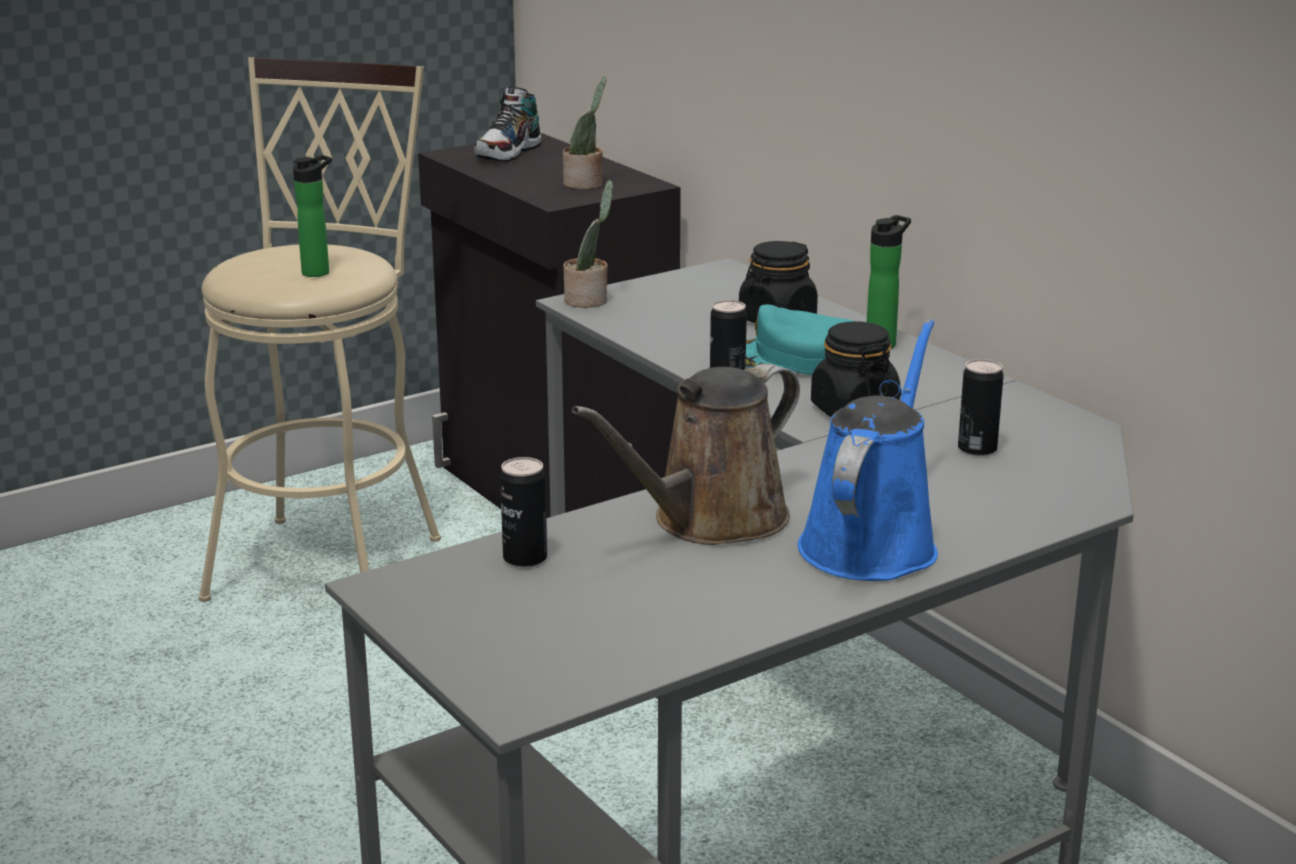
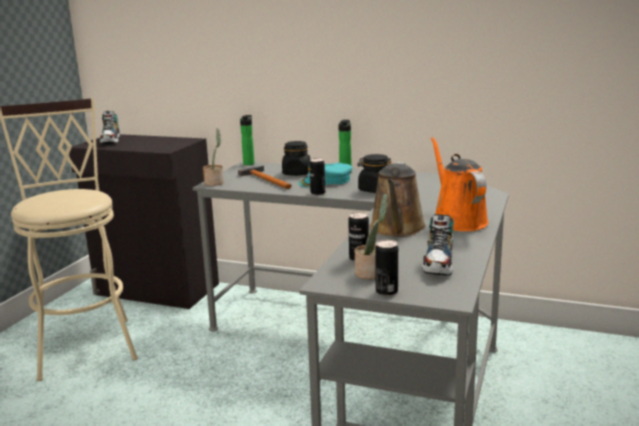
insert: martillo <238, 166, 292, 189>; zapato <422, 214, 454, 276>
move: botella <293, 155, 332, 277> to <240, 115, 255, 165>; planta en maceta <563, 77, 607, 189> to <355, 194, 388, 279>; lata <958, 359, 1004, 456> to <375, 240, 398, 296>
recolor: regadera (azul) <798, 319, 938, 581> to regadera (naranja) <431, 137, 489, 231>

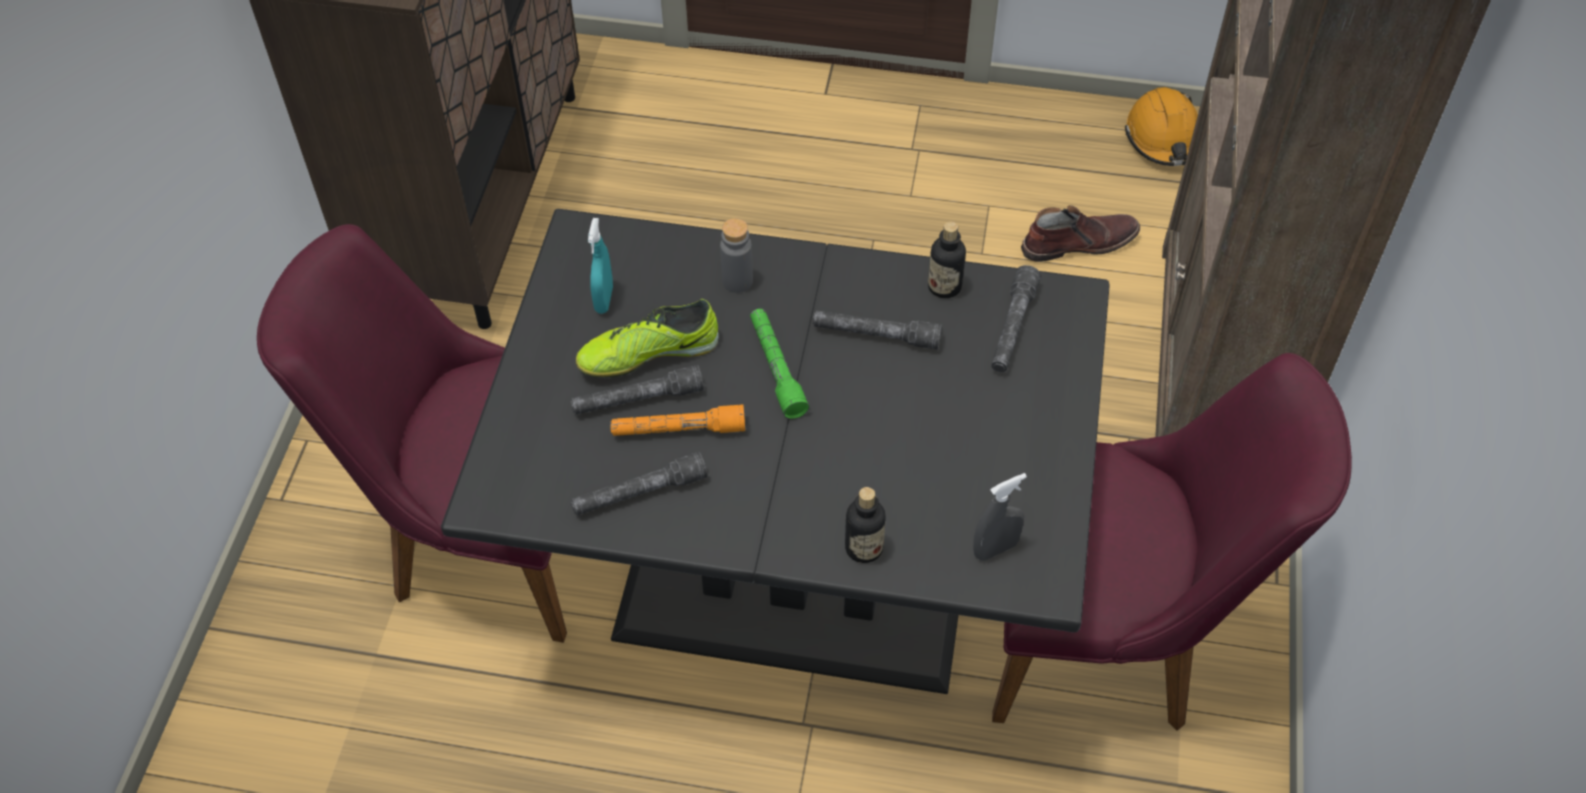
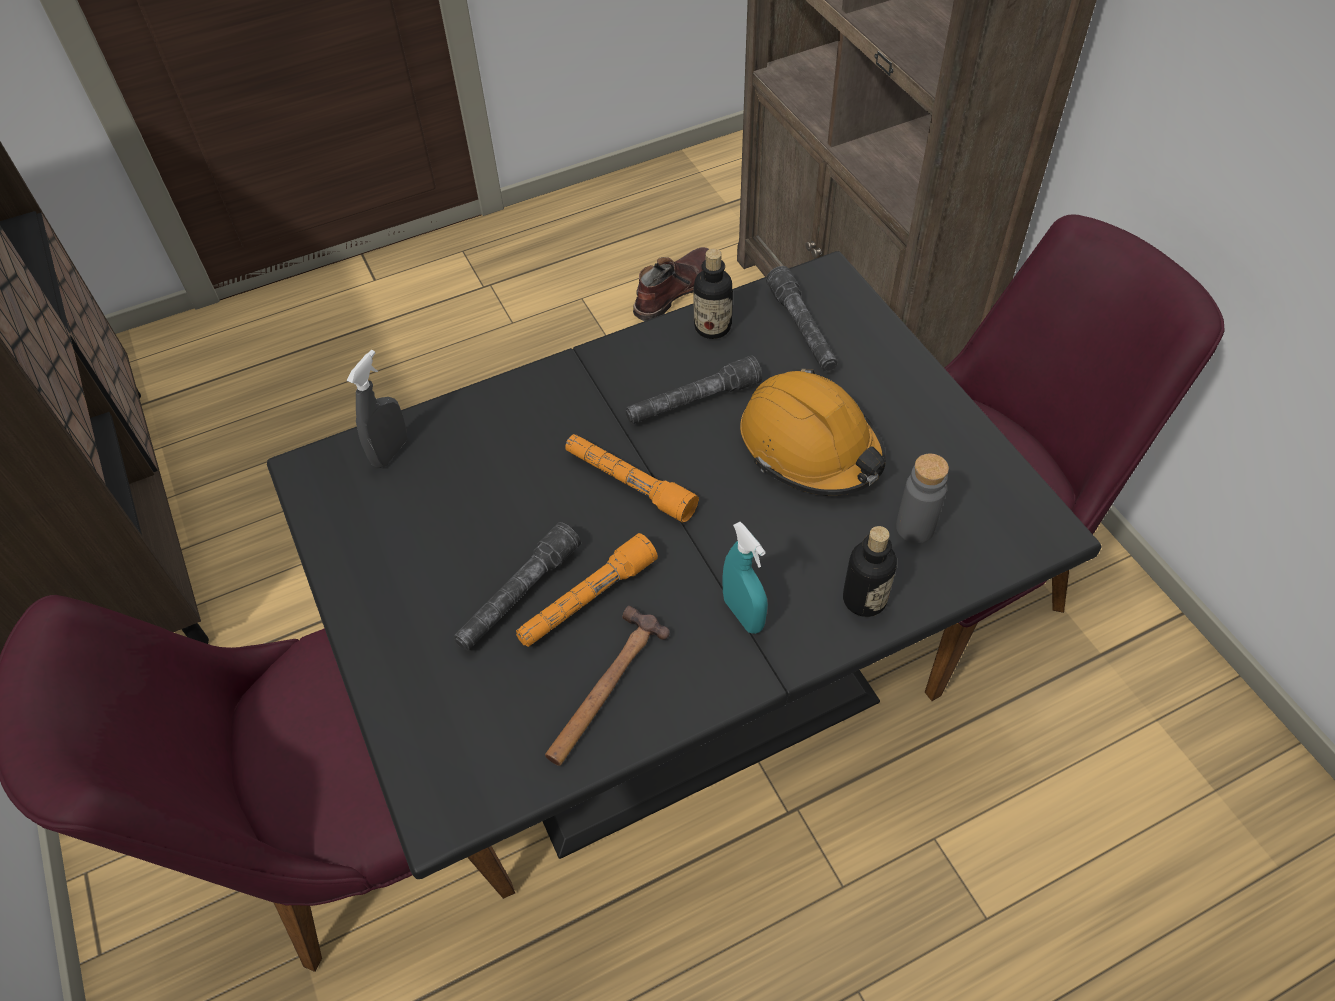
delete: zapato <576, 299, 719, 378>
move: pulverizador (turquesa) <588, 218, 613, 314> to <722, 522, 768, 634>; botella (gris) <720, 218, 753, 293> to <896, 454, 949, 543>; pulverizador (gris) <973, 473, 1027, 561> to <347, 350, 407, 468>; casco (naranja) <1125, 87, 1198, 166> to <740, 369, 886, 496>
replace: linterna (gris) <571, 452, 708, 515> to martillo <545, 606, 670, 766>
recolor: linterna (verde) <750, 309, 809, 419> to linterna (naranja) <565, 434, 699, 523>

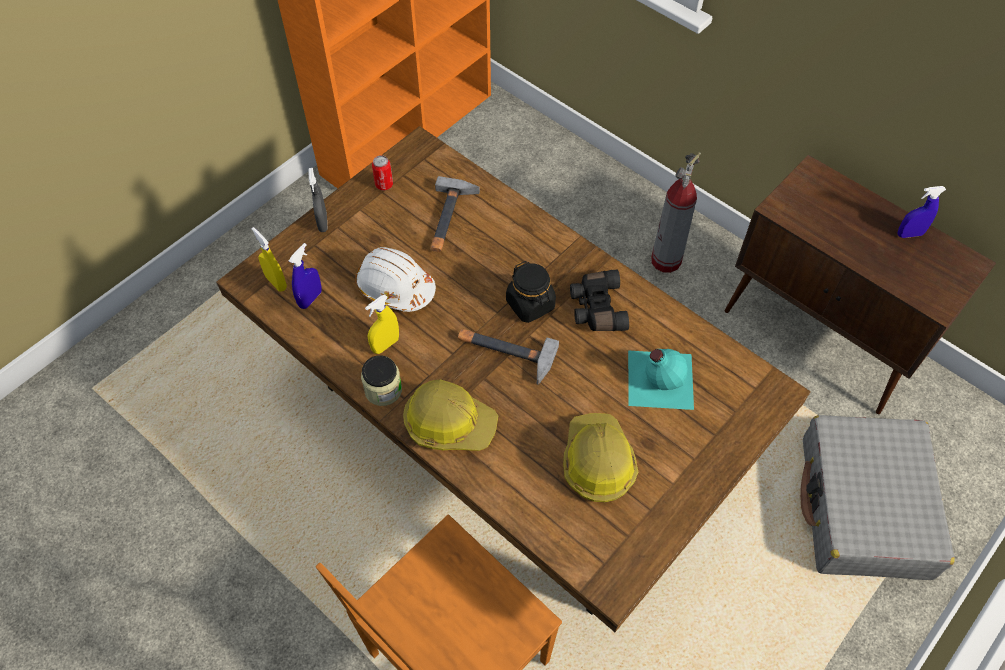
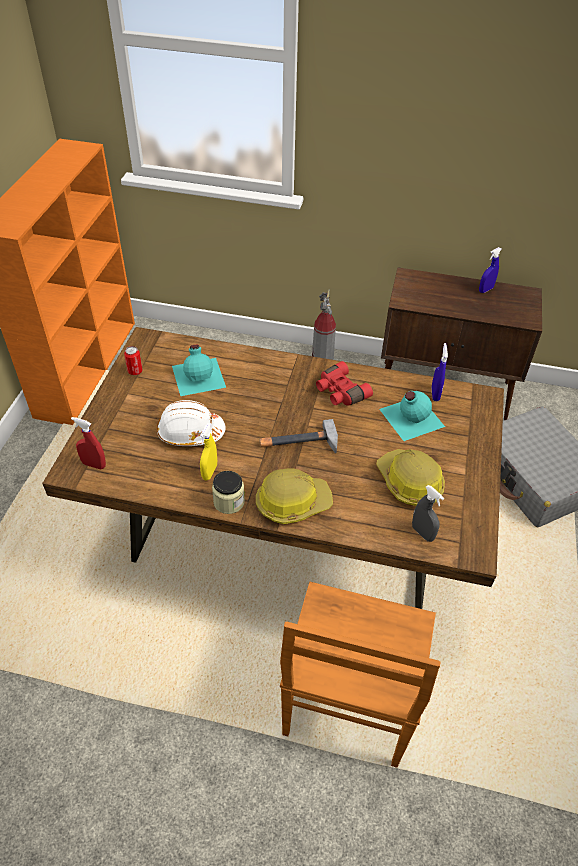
delete: tarro (negro) <506, 261, 556, 323>
move: pulverizador (azul) <289, 243, 322, 309> to <432, 343, 448, 401>; pulverizador (gris) <309, 168, 328, 232> to <412, 485, 444, 542>
replace: martillo <431, 176, 480, 252> to botella (turquesa) <172, 345, 226, 396>
recolor: pulverizador (amarillo) <252, 227, 287, 292> to pulverizador (rojo) <71, 417, 106, 470>; prismáticos (negro) <570, 270, 629, 331> to prismáticos (rojo) <316, 361, 373, 406>

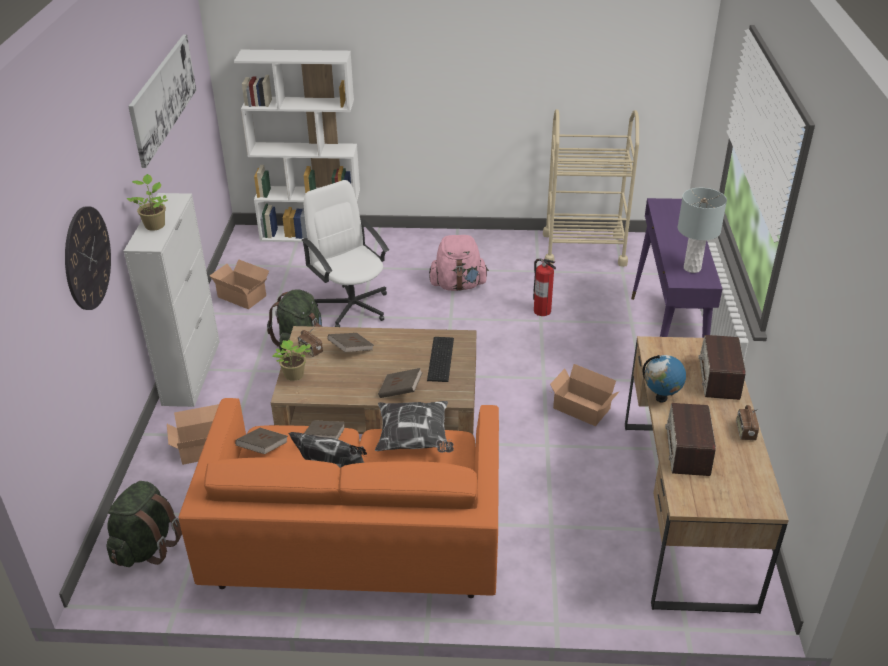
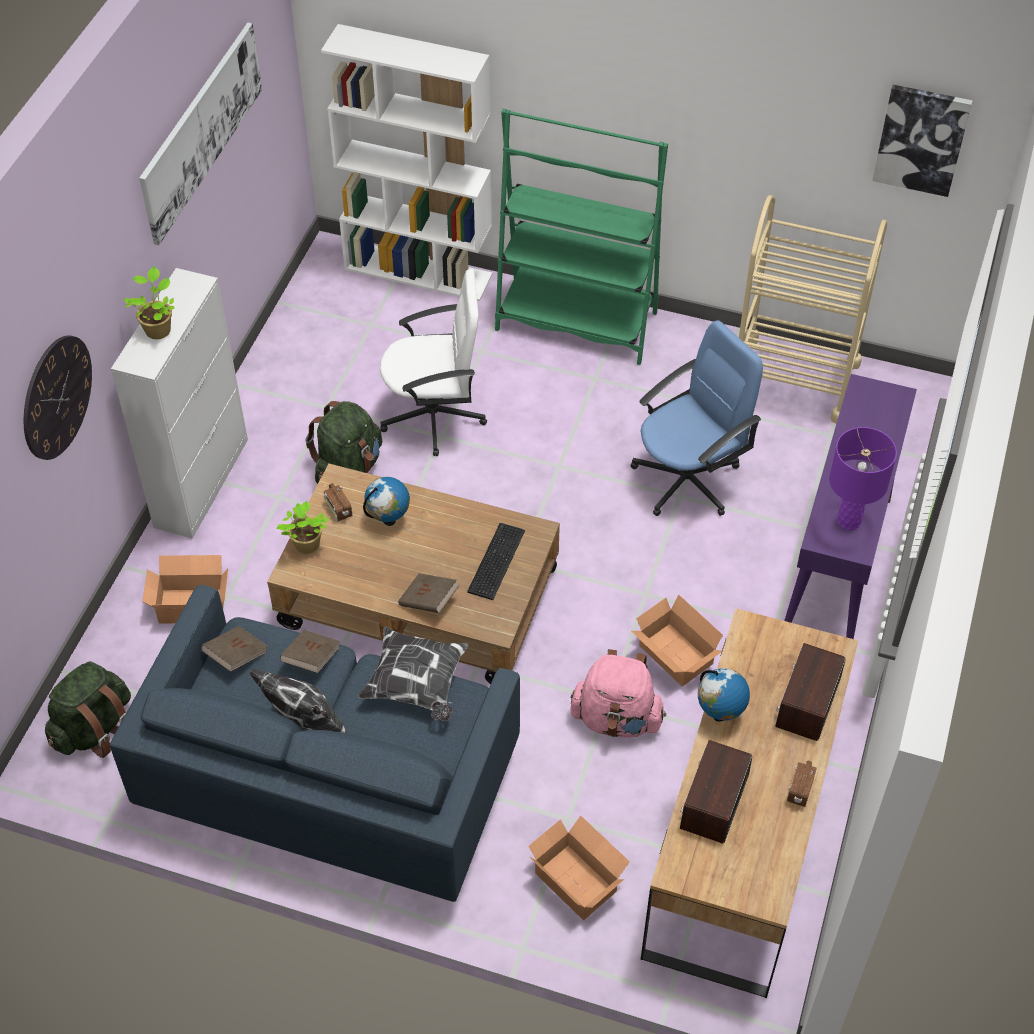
insert: estantería (verde) <495, 108, 668, 365>; cuadro <872, 85, 973, 197>
move: caja de cartón <210, 259, 269, 309> to <529, 815, 630, 920>; mochila (rosa) <429, 235, 489, 291> to <571, 649, 666, 738>
replace: libro (marrón) <327, 333, 373, 352> to globo terráqueo <363, 477, 410, 526>; extintor <533, 258, 556, 316> to silla de oficina (azul) <631, 320, 763, 516>
recolor: sofá (naranja) <179, 398, 499, 598> to sofá (azul) <110, 585, 520, 902>; lámpara de mesa (gris) <678, 188, 727, 273> to lámpara de mesa (morado) <829, 427, 897, 530>
rotate: silla de oficina (blanco) <302, 180, 389, 327> = <380, 269, 487, 456> 105 degrees clockwise

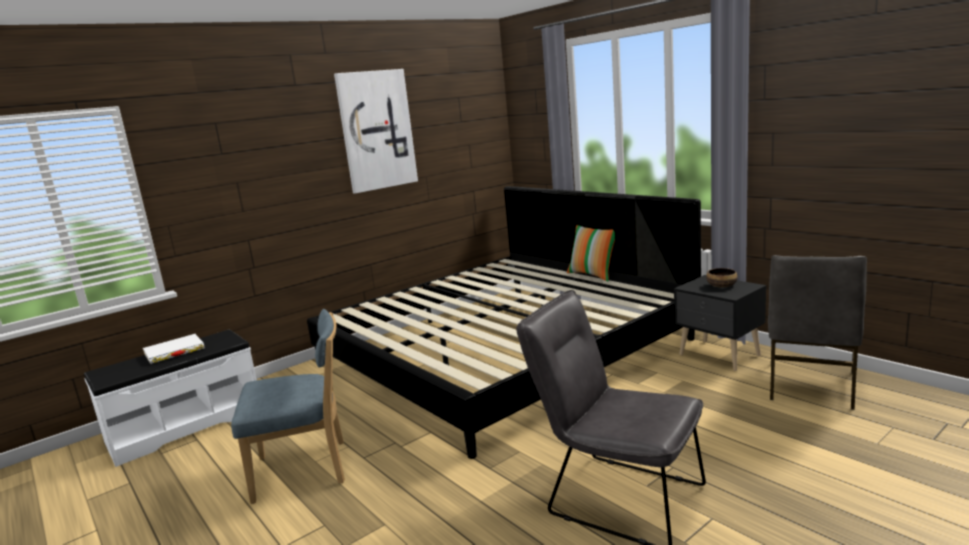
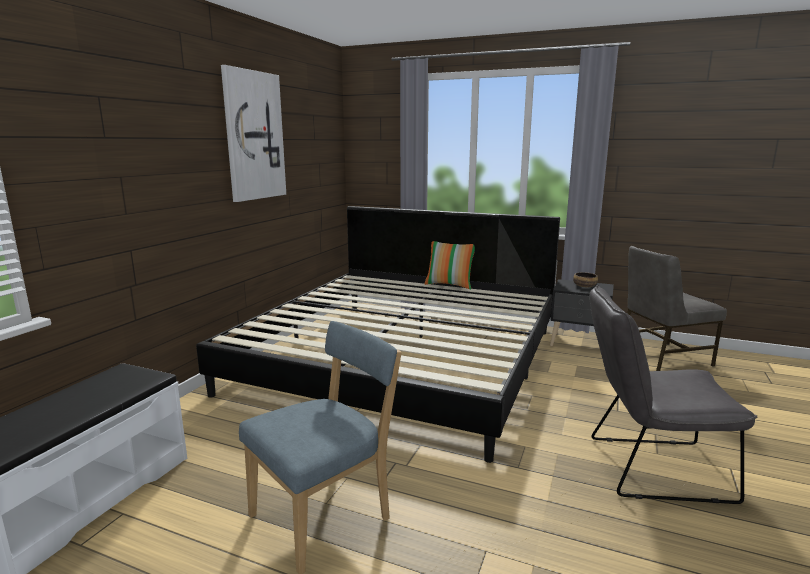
delete: libro (blanco) <143, 334, 205, 364>
rotate: silla (gris) <768, 255, 867, 410> = <627, 246, 727, 371> 75 degrees clockwise

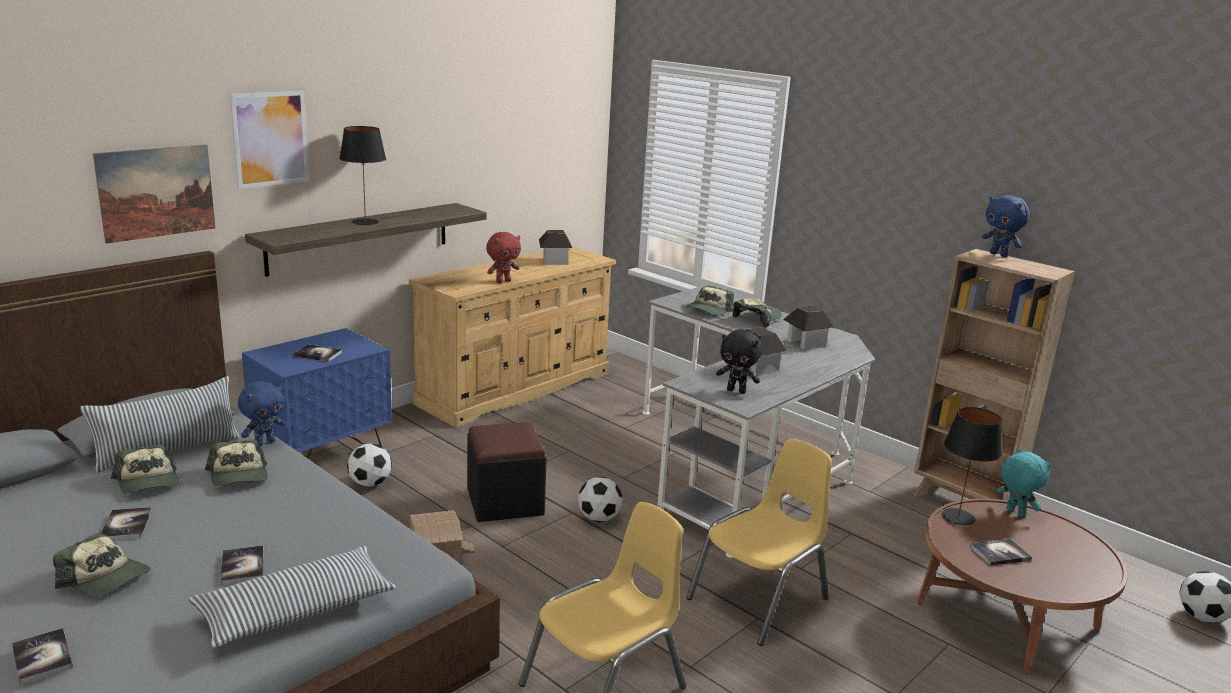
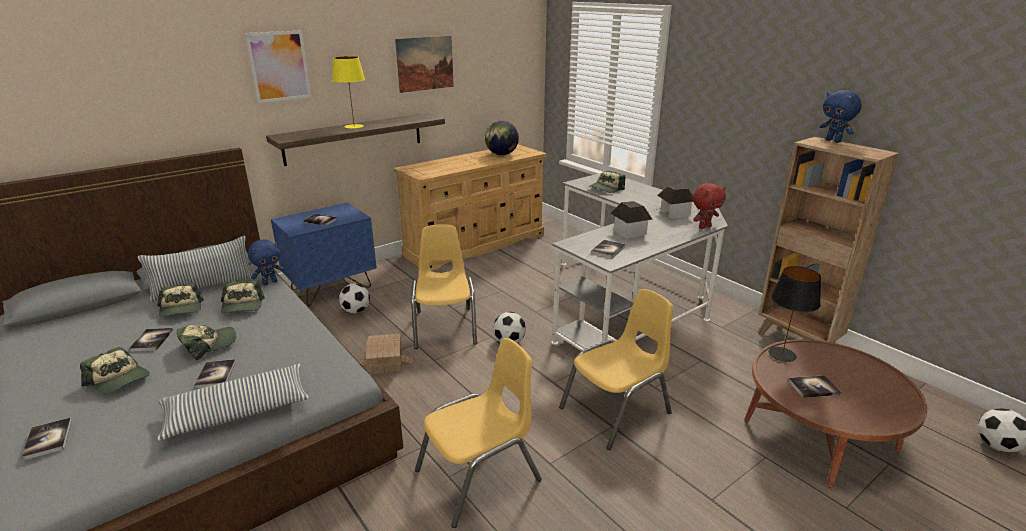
delete: peluche (turquesa) <997, 448, 1051, 517>
move: cuadro <93, 145, 215, 244> to <395, 36, 454, 93>; peluche (rojo) <486, 232, 521, 283> to <693, 183, 726, 229>; gorra <733, 299, 782, 327> to <177, 325, 236, 360>
replace: puf (negro) <467, 422, 547, 522> to silla (amarillo) <411, 224, 477, 349>; casita <539, 230, 572, 265> to globo terráqueo <485, 121, 519, 155>; peluche (negro) <716, 329, 762, 393> to libro <591, 240, 625, 259>
recolor: lámpara de mesa (negro) <339, 126, 386, 225> to lámpara de mesa (amarillo) <332, 56, 365, 129>

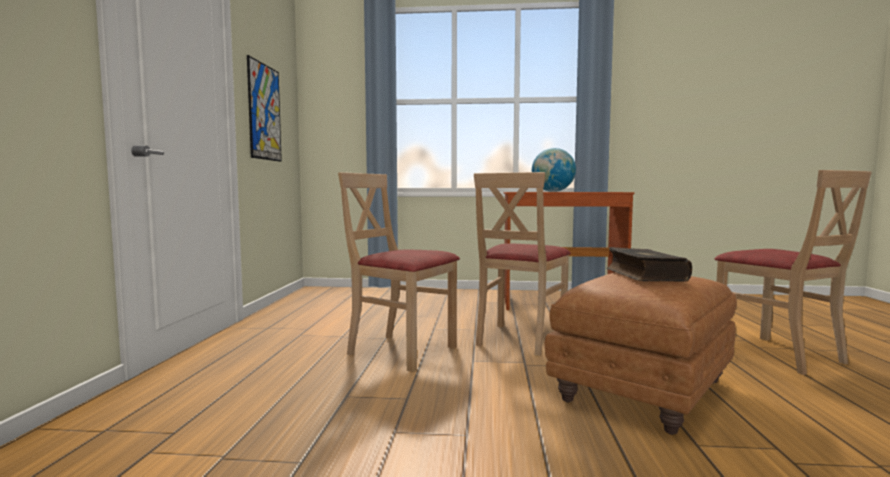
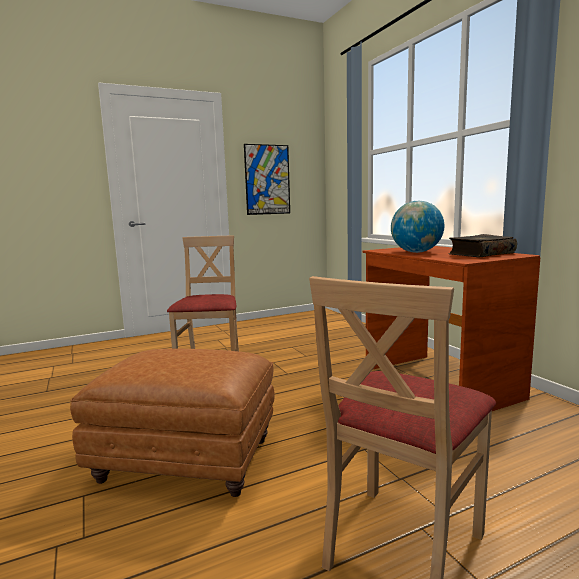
delete: silla (beis) <474, 172, 571, 356>
move: libro <607, 247, 692, 282> to <448, 234, 517, 258>

